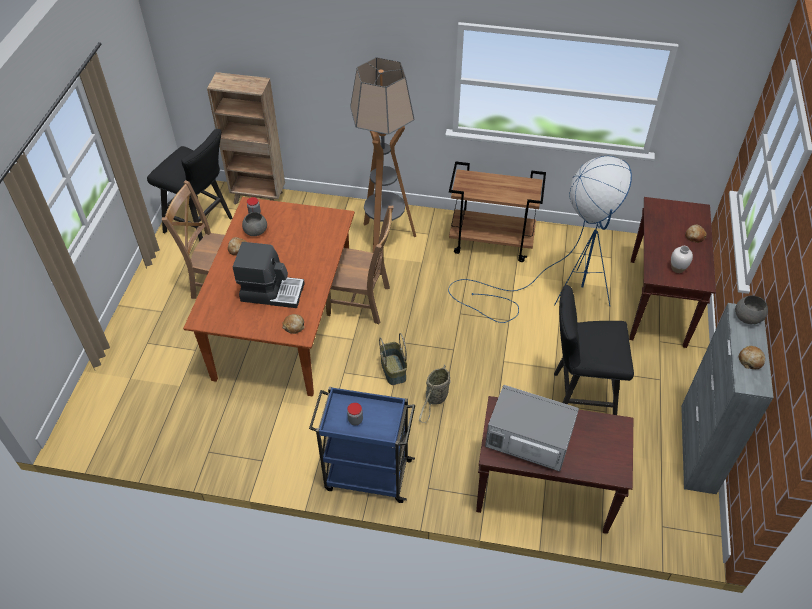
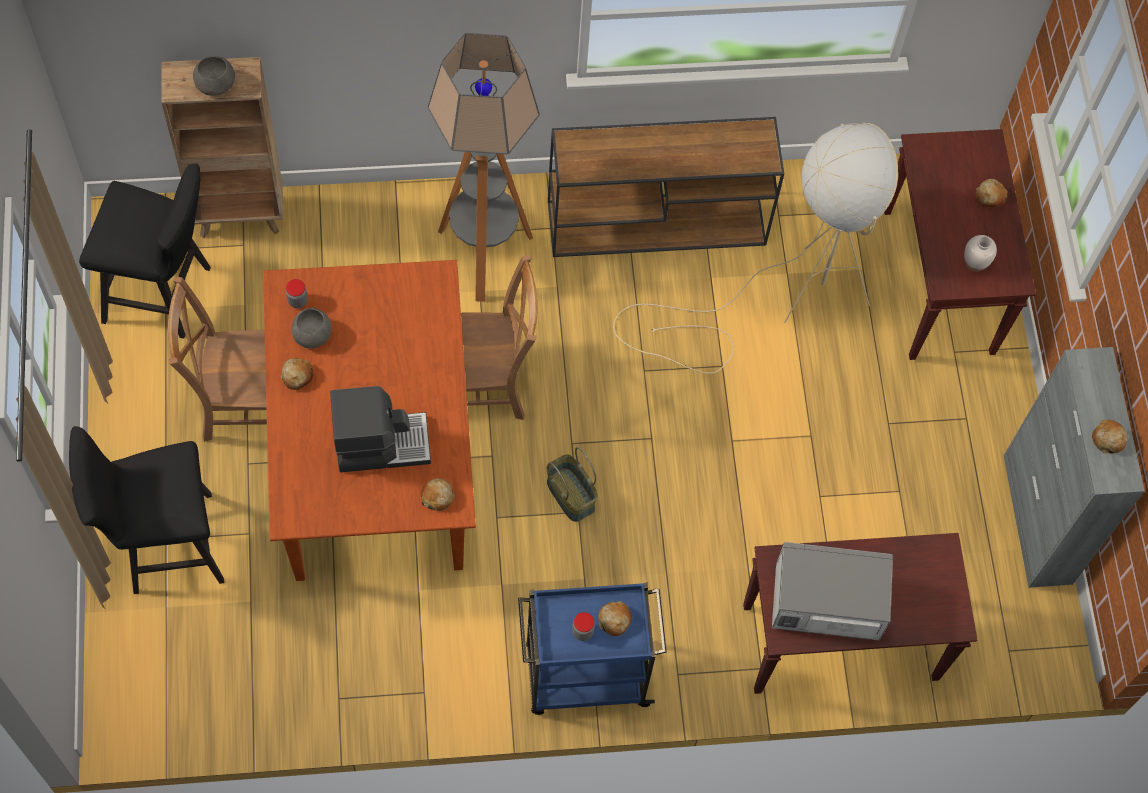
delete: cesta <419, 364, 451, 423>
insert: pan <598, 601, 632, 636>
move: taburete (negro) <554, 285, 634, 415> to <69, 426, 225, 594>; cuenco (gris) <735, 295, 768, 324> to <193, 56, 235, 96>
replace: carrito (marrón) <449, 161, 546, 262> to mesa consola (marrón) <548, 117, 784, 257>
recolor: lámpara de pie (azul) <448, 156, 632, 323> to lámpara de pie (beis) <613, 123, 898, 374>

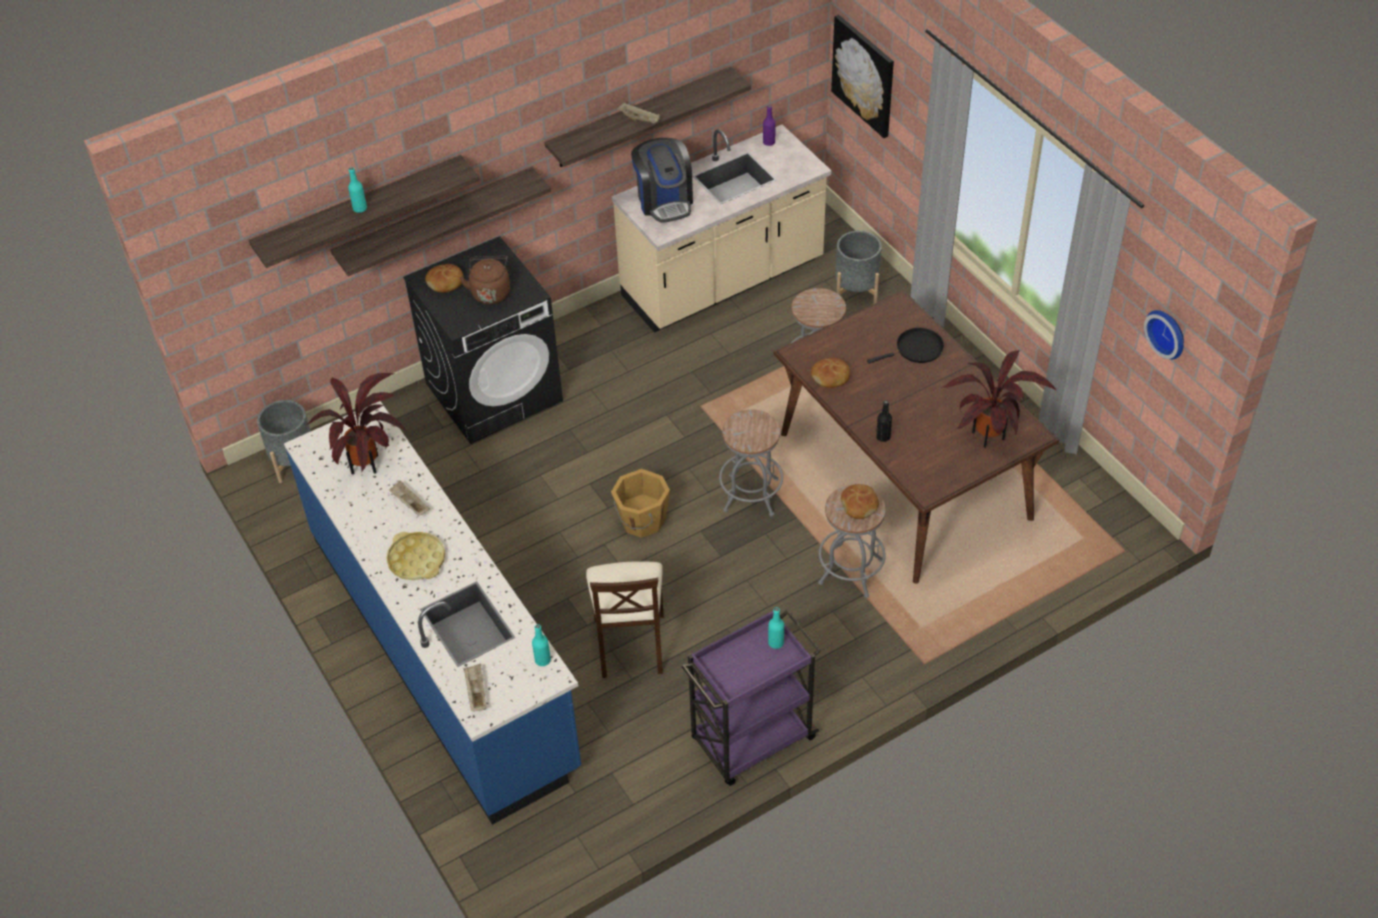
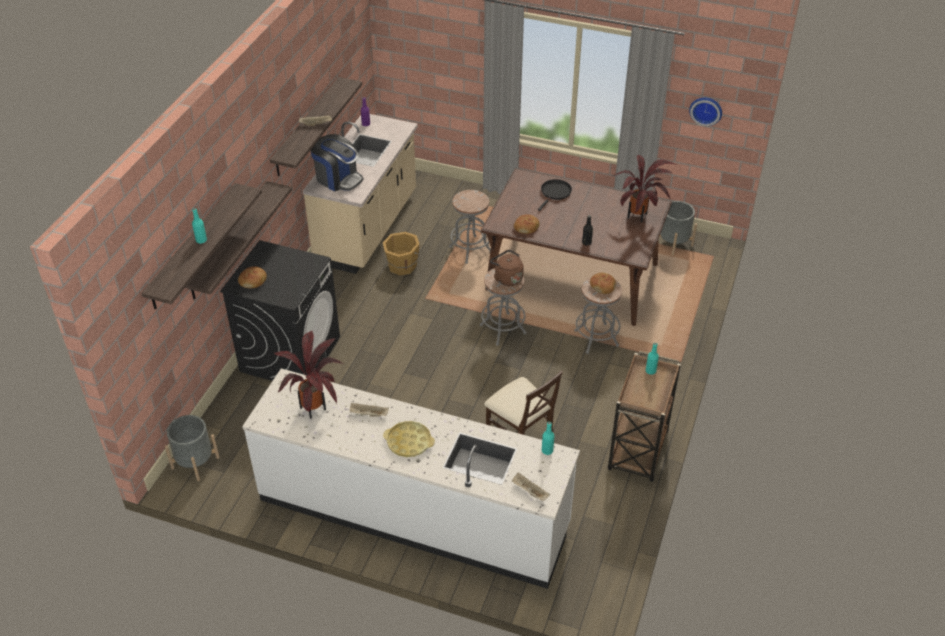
delete: cuadro <831, 15, 894, 138>
move: hervidor (marrón) <460, 256, 510, 304> to <490, 250, 524, 286>; cubo (naranja) <611, 469, 670, 538> to <381, 232, 420, 275>; maceta (gris) <835, 231, 882, 304> to <659, 201, 697, 256>
recolor: mueble bajo de cocina (azul) <284, 401, 581, 825> to mueble bajo de cocina (blanco) <242, 368, 580, 589>; carrito (morado) <681, 610, 821, 786> to carrito (marrón) <608, 351, 681, 482>

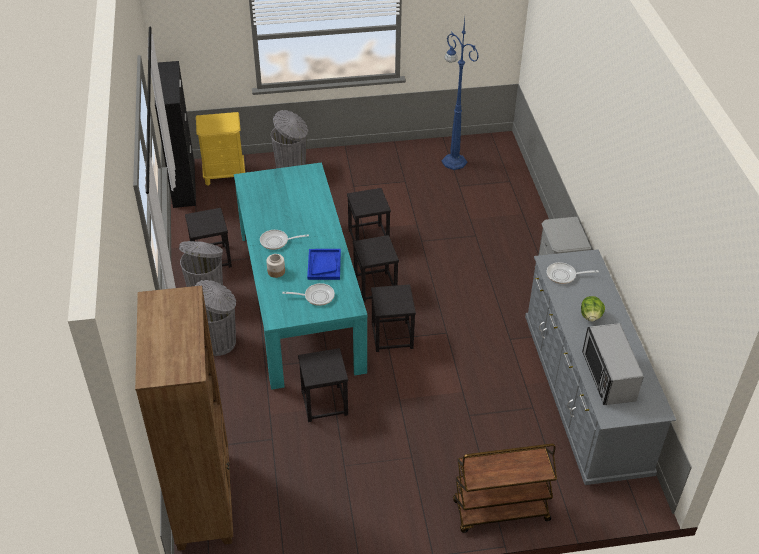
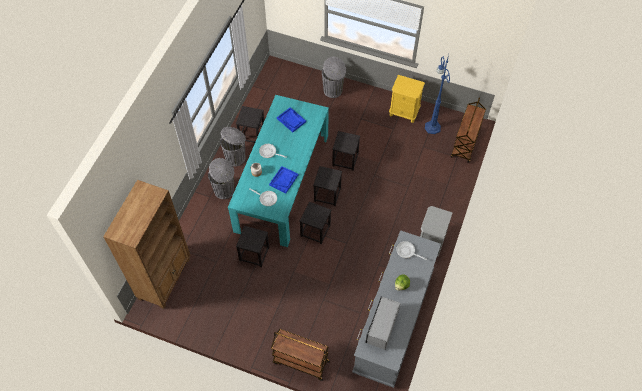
delete: armario (negro) <155, 61, 196, 208>
insert: bandeja (azul) <277, 107, 306, 132>; carrito (marrón) <451, 98, 486, 163>
move: mesita de noche (amarillo) <196, 112, 245, 185> to <389, 75, 425, 123>

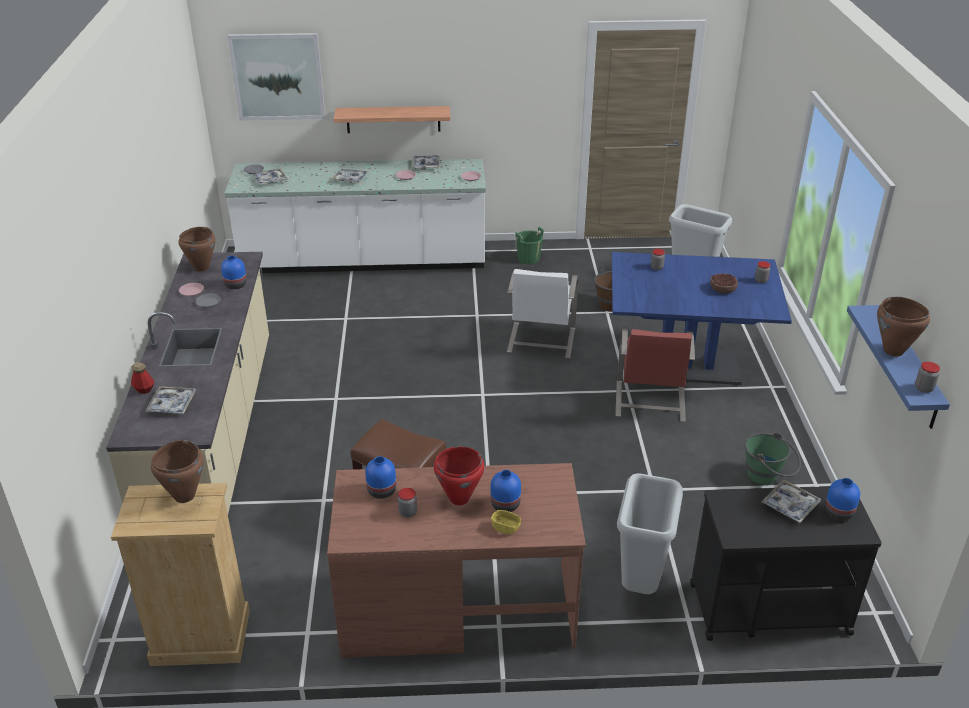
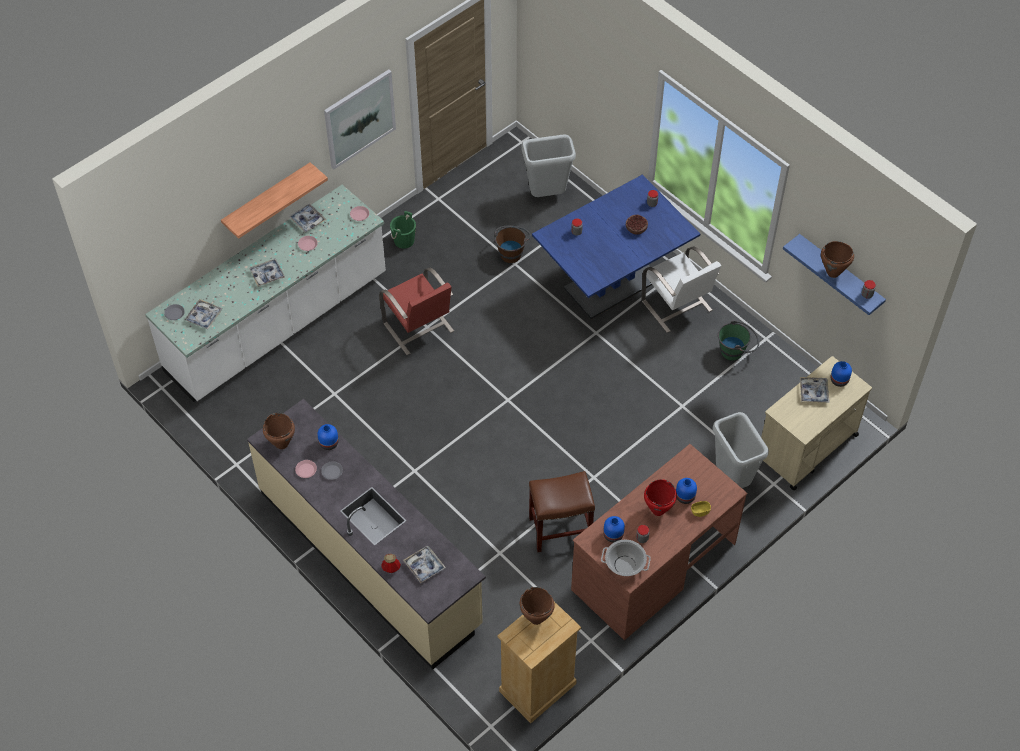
insert: olla <601, 539, 651, 576>
move: cuadro <227, 33, 325, 120> to <324, 69, 396, 169>; silla (blanco) <507, 269, 578, 358> to <642, 246, 721, 333>; silla (rojo) <615, 327, 695, 422> to <379, 267, 454, 355>
recolor: carrito (negro) <690, 487, 882, 641> to carrito (beis) <761, 356, 872, 490>

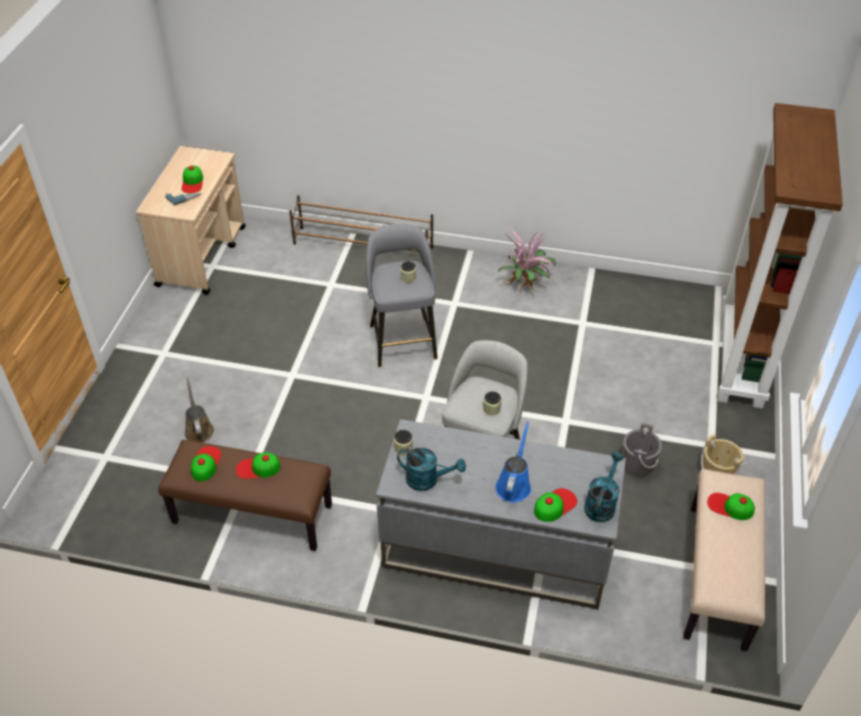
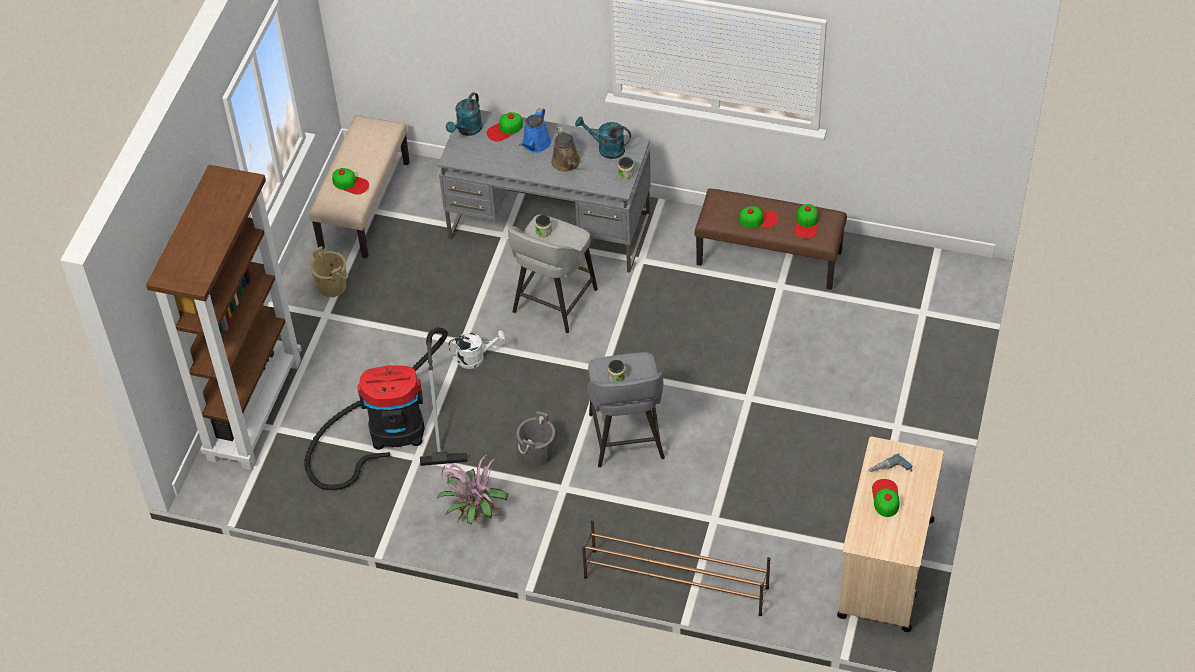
insert: aspiradora <304, 327, 467, 490>; regadera (blanco) <448, 330, 506, 369>
move: regadera (marrón) <185, 378, 214, 443> to <551, 127, 581, 172>; cubo (gris) <623, 423, 662, 477> to <517, 411, 555, 466>

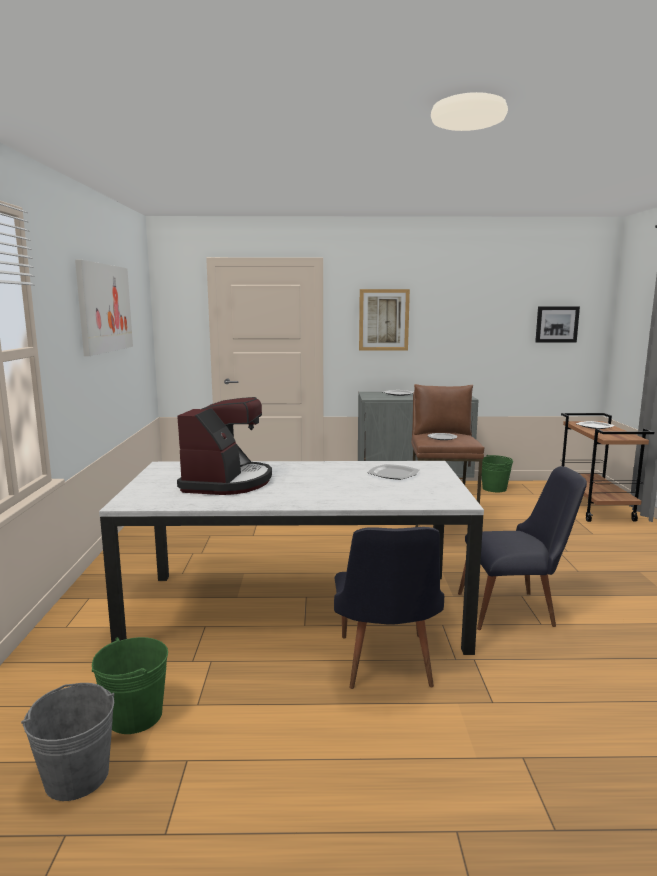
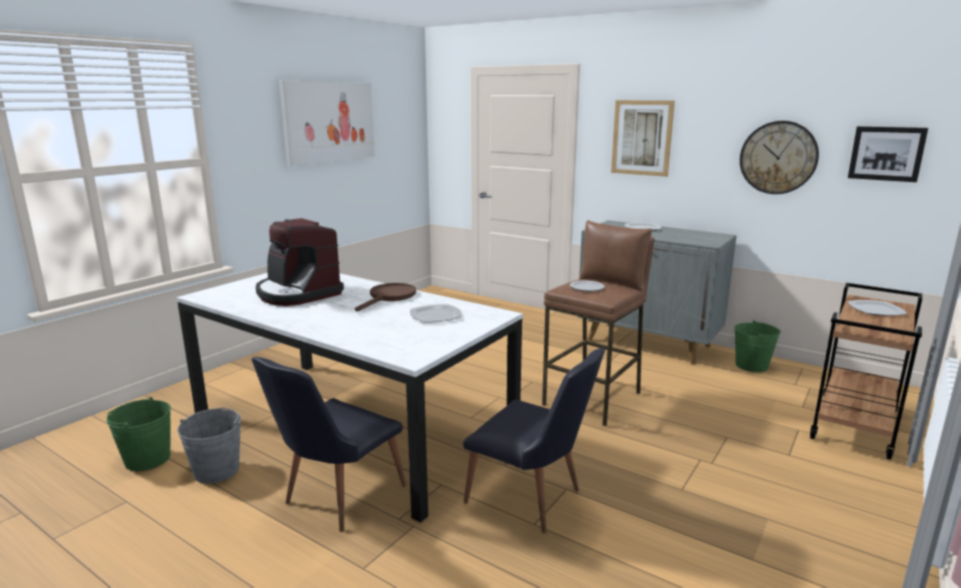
insert: sartén (marrón) <355, 283, 416, 311>; reloj de pared <740, 121, 819, 194>
move: cubo (gris) <21, 683, 114, 801> to <177, 408, 241, 484>
rotate: cafetera <177, 397, 272, 495> = <256, 218, 344, 306> 90 degrees clockwise

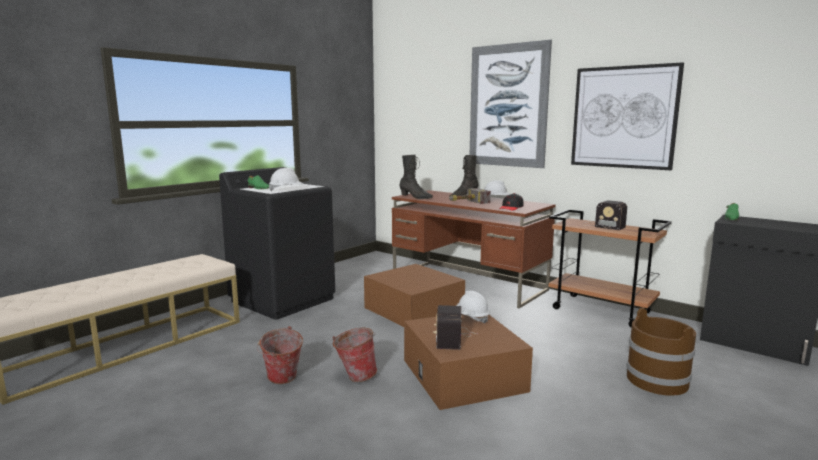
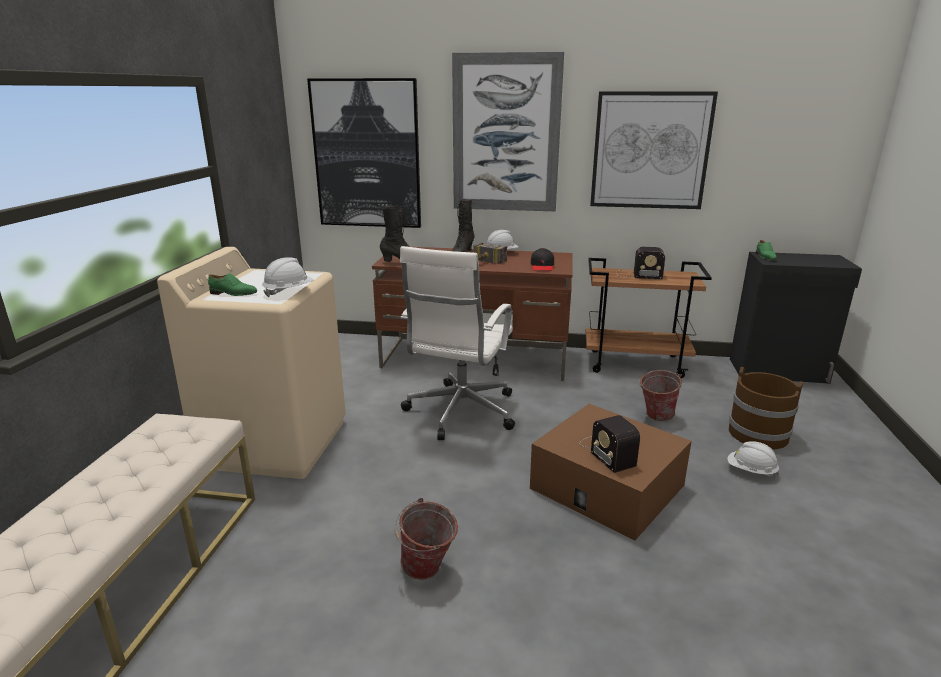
insert: cuadro <307, 78, 421, 228>
move: cubo <333, 328, 377, 382> to <638, 370, 682, 421>; casco (blanco) <456, 291, 490, 324> to <727, 441, 779, 477>
replace: caja de almacenaje (marrón) <364, 264, 465, 327> to silla de oficina (blanco) <400, 246, 515, 440>
recolor: lavadora (negro) <219, 167, 335, 320> to lavadora (beis) <157, 247, 346, 479>

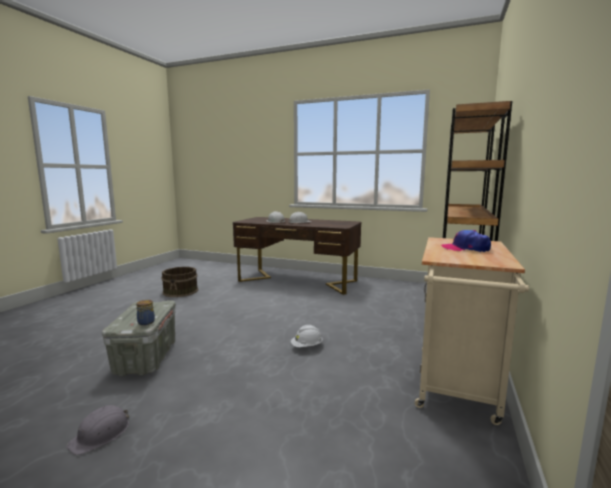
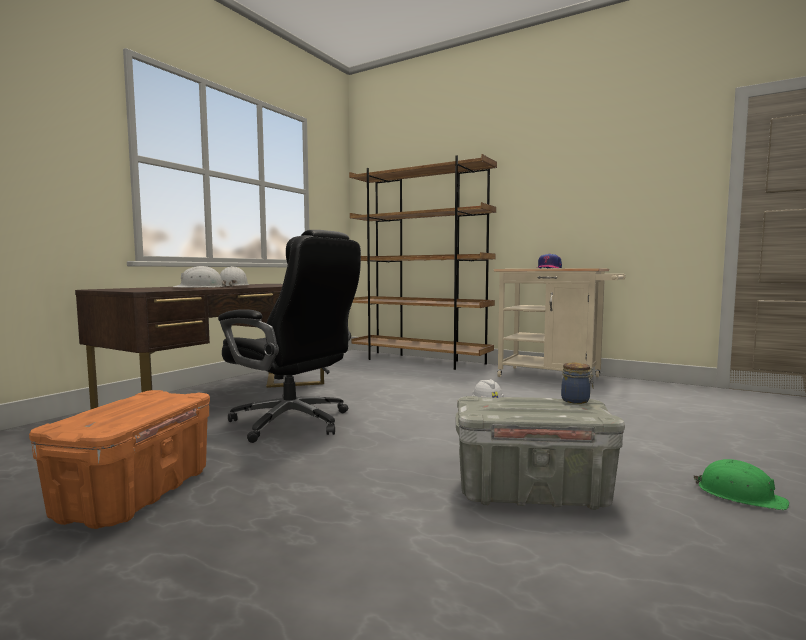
insert: silla de oficina (negro) <218, 230, 361, 443>
replace: cubo (marrón) <161, 267, 198, 297> to caja de almacenaje (naranja) <29, 390, 210, 529>
recolor: casco (gris) <66, 405, 129, 455> to casco (verde) <693, 459, 789, 510>

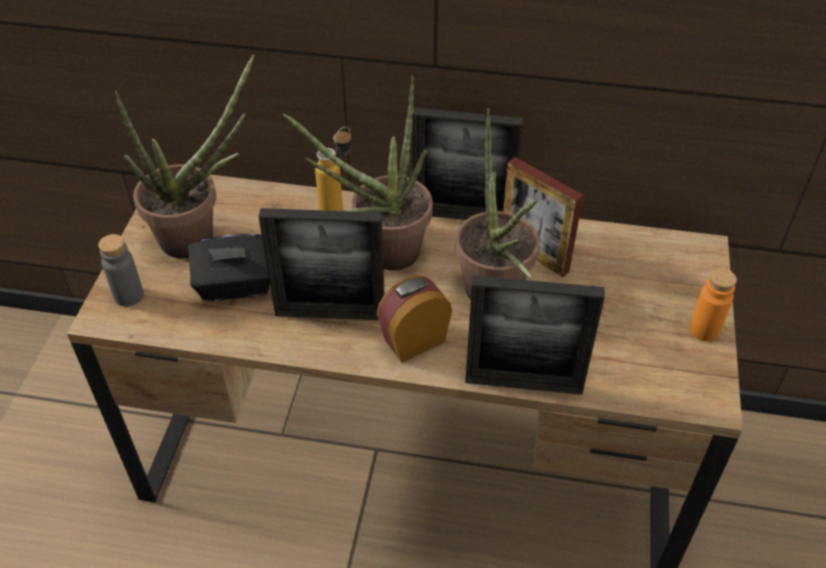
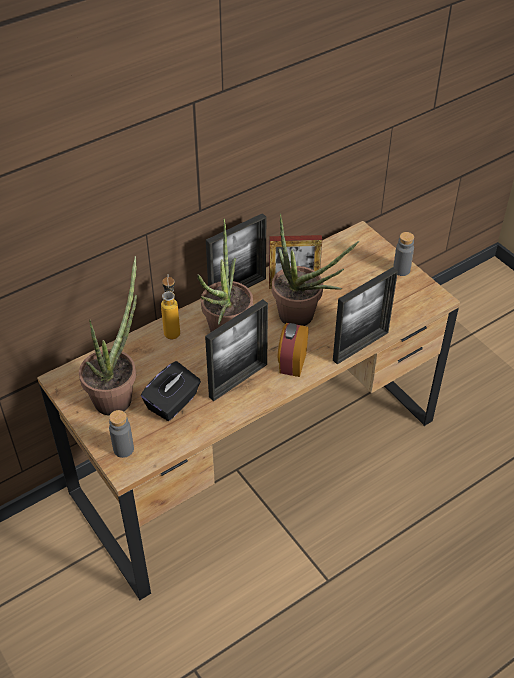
recolor: botella (naranja) <689, 268, 737, 342> to botella (gris) <393, 232, 414, 276>

